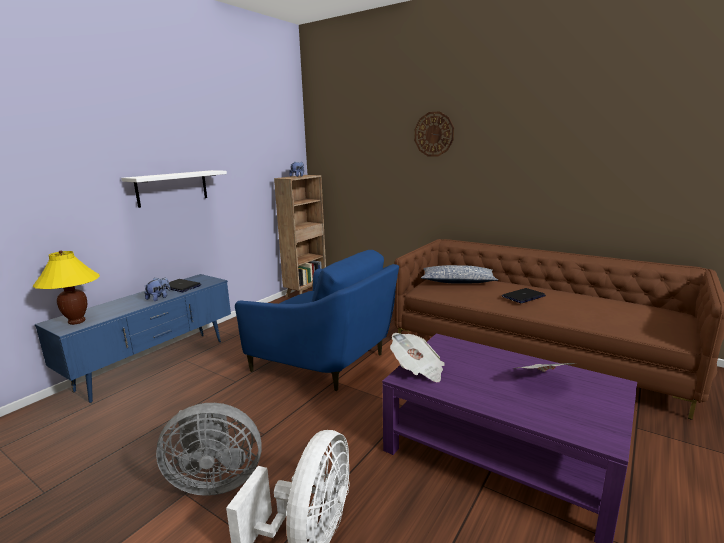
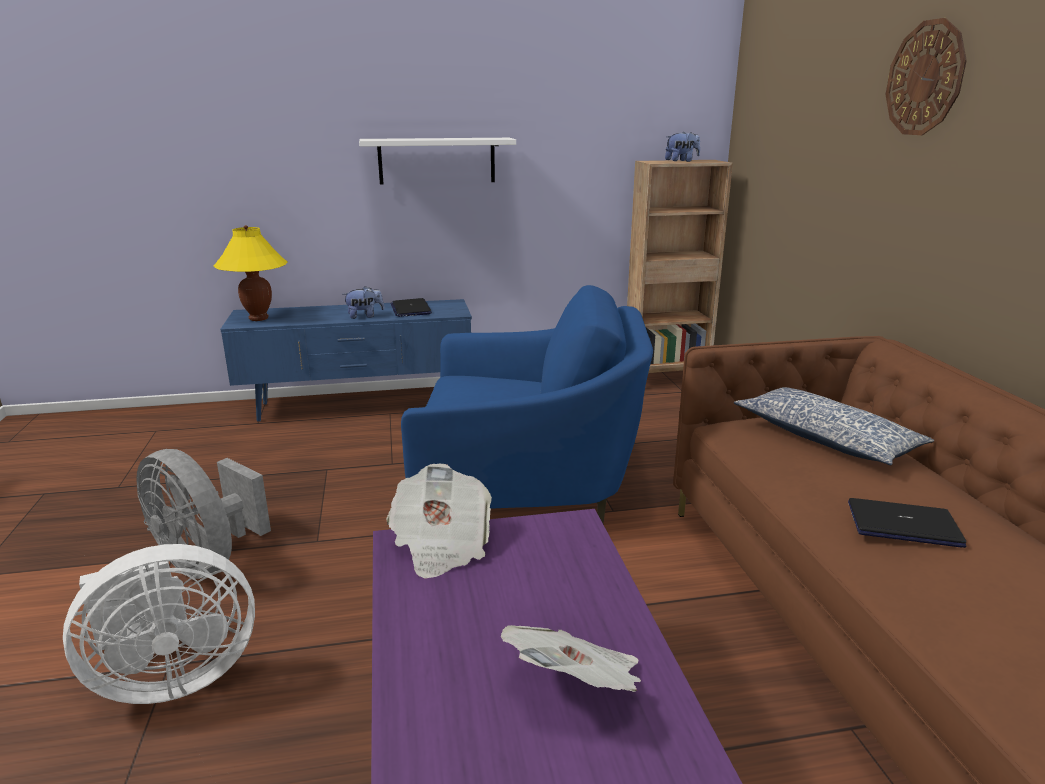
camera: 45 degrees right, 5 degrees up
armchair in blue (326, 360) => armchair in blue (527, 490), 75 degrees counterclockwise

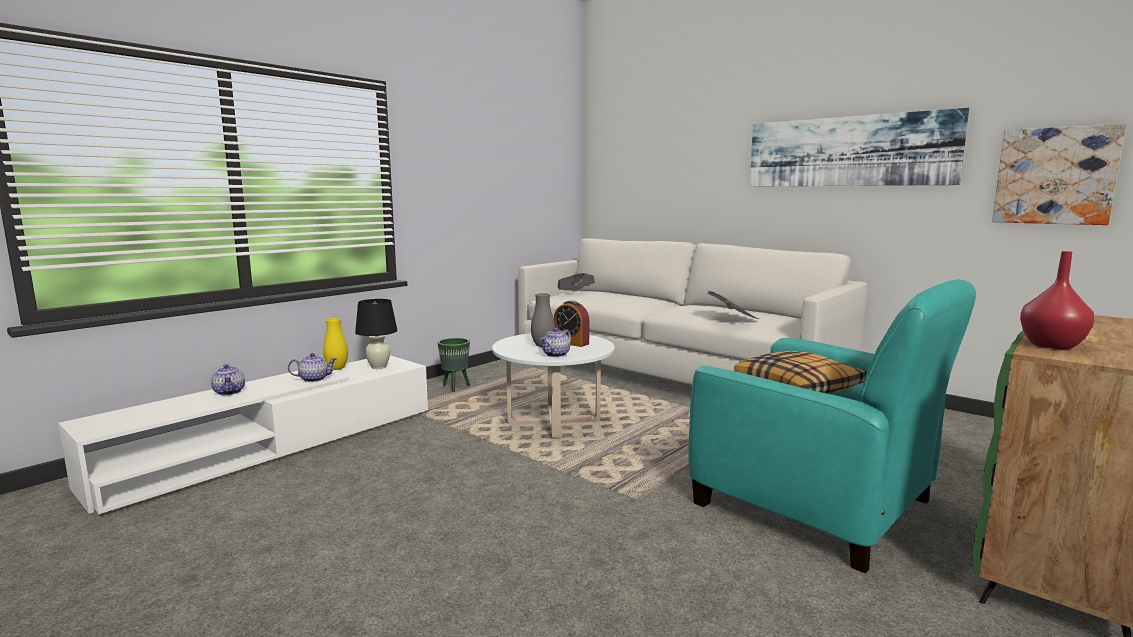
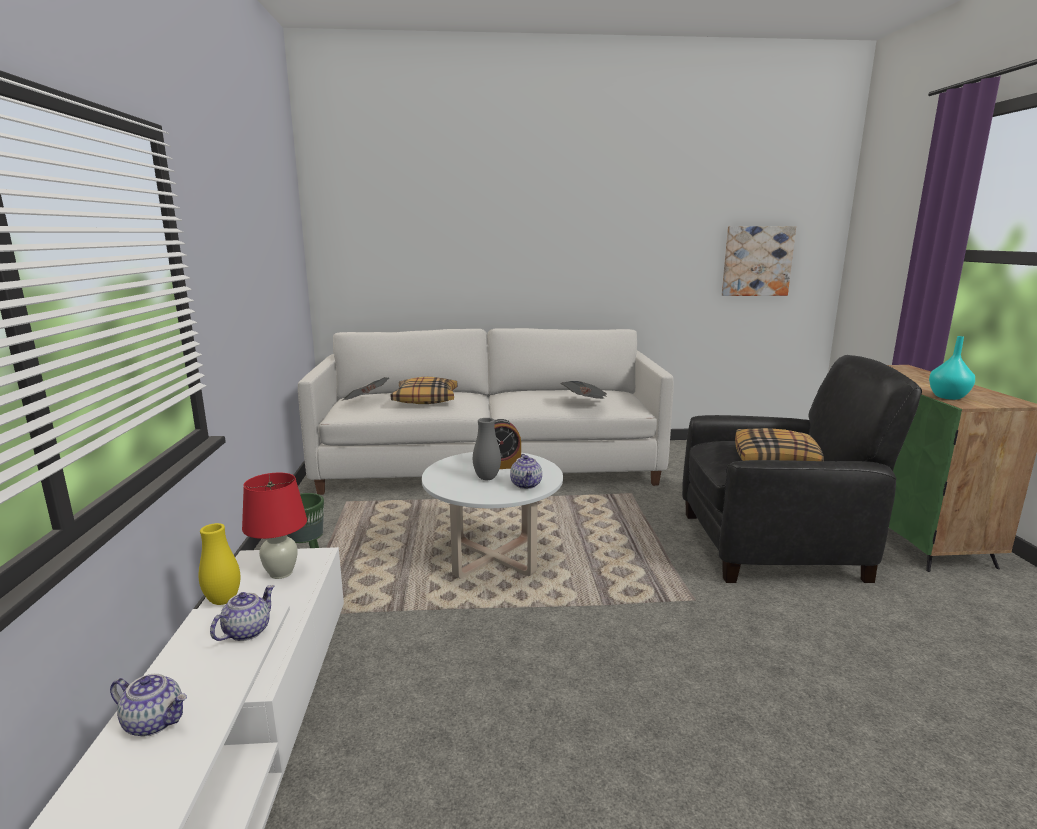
camera: 45 degrees left, 5 degrees up
table lamp in black (378, 367) => table lamp in red (281, 573)
armchair in turquoise (815, 504) => armchair in black (773, 545)
picture (847, 151) => nothing
vase in red (1053, 345) => vase in turquoise (948, 397)
nothing => pillow (426, 399)

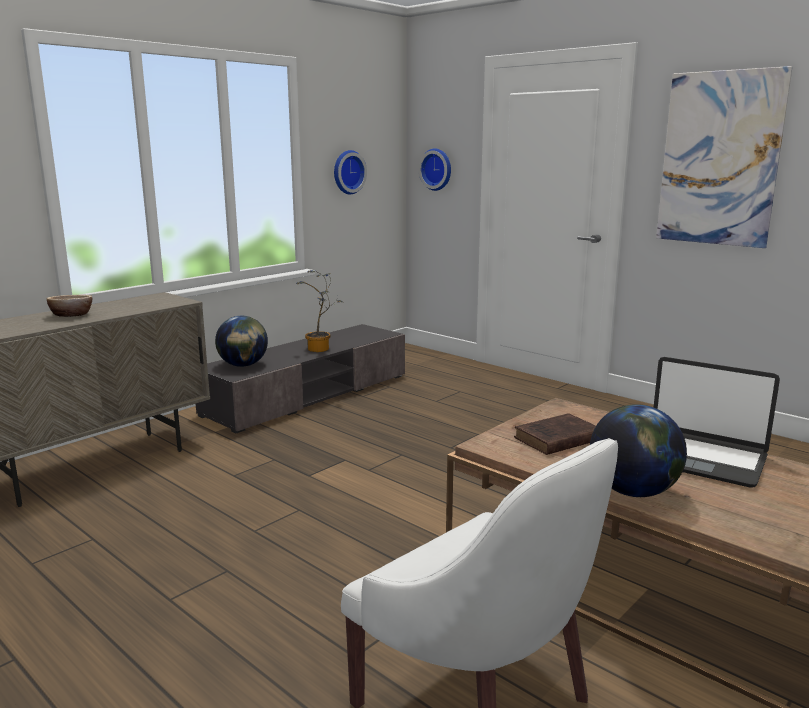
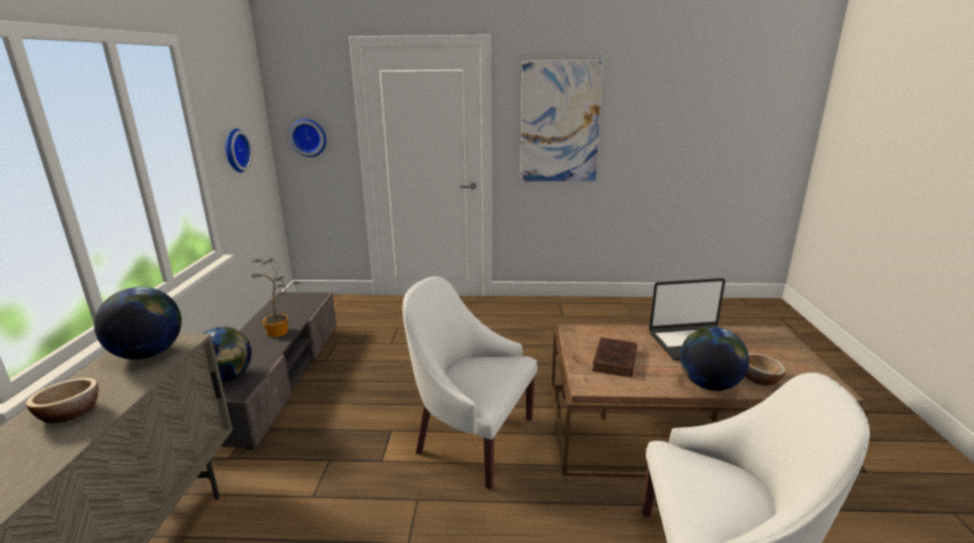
camera: 40 degrees left, 5 degrees up
nothing => globe (148, 354)
nothing => armchair in white (471, 438)
nothing => bowl (759, 379)

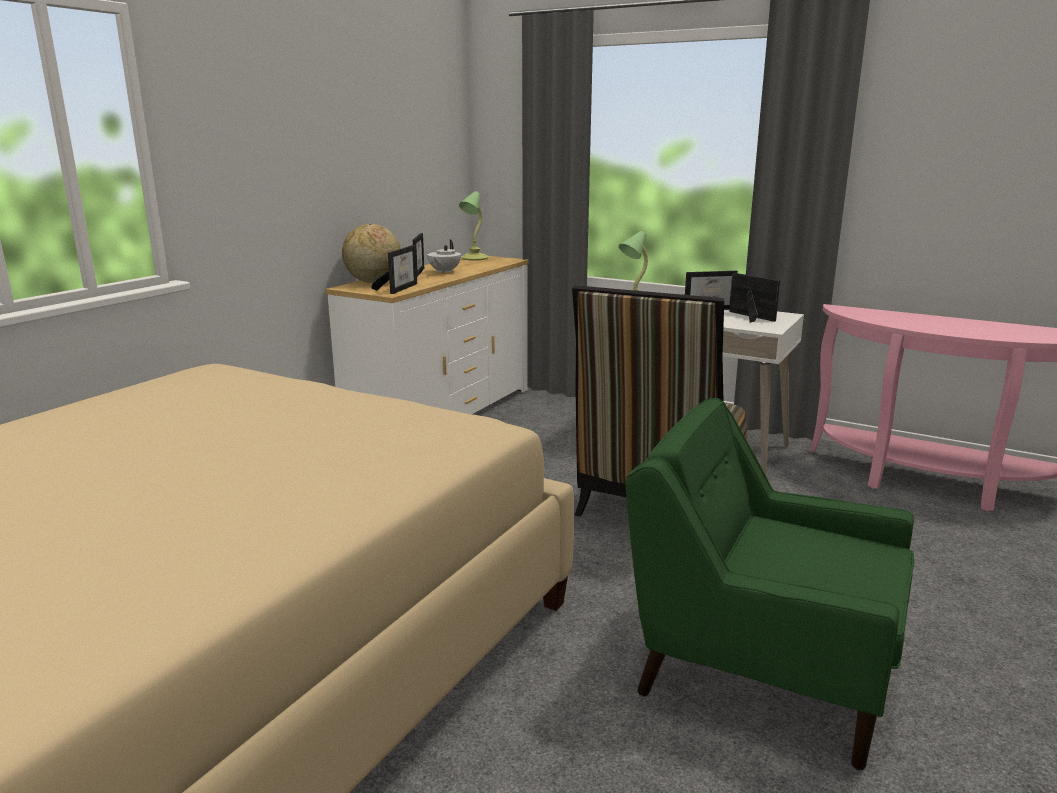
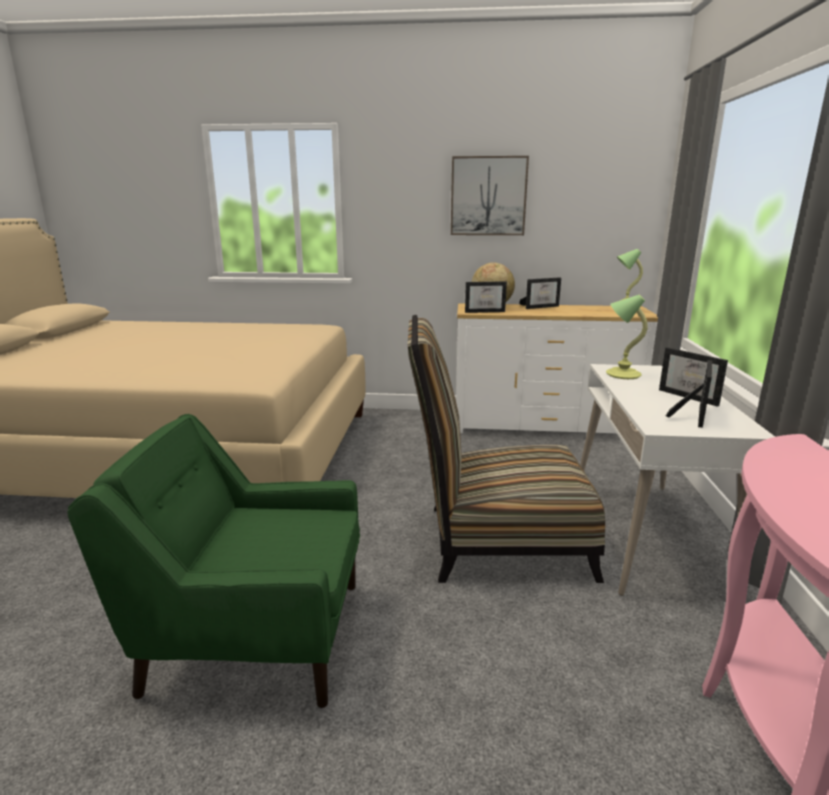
camera: 65 degrees right, 0 degrees up
teapot in white (444, 272) => nothing
armchair in green (760, 667) => armchair in green (253, 635), 90 degrees counterclockwise
nothing => picture (488, 196)

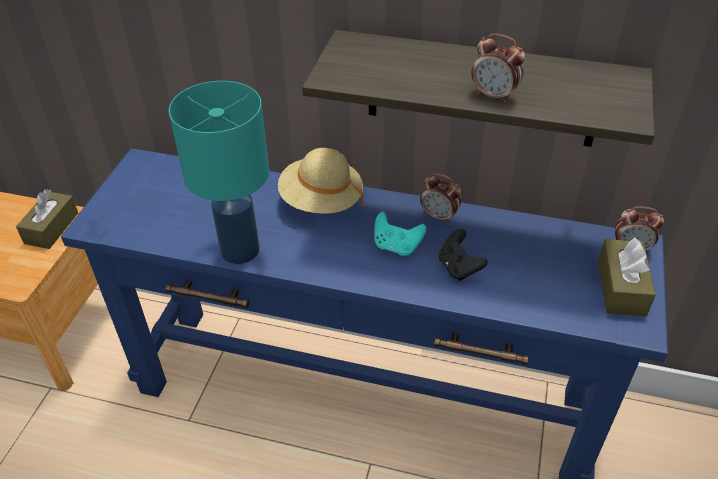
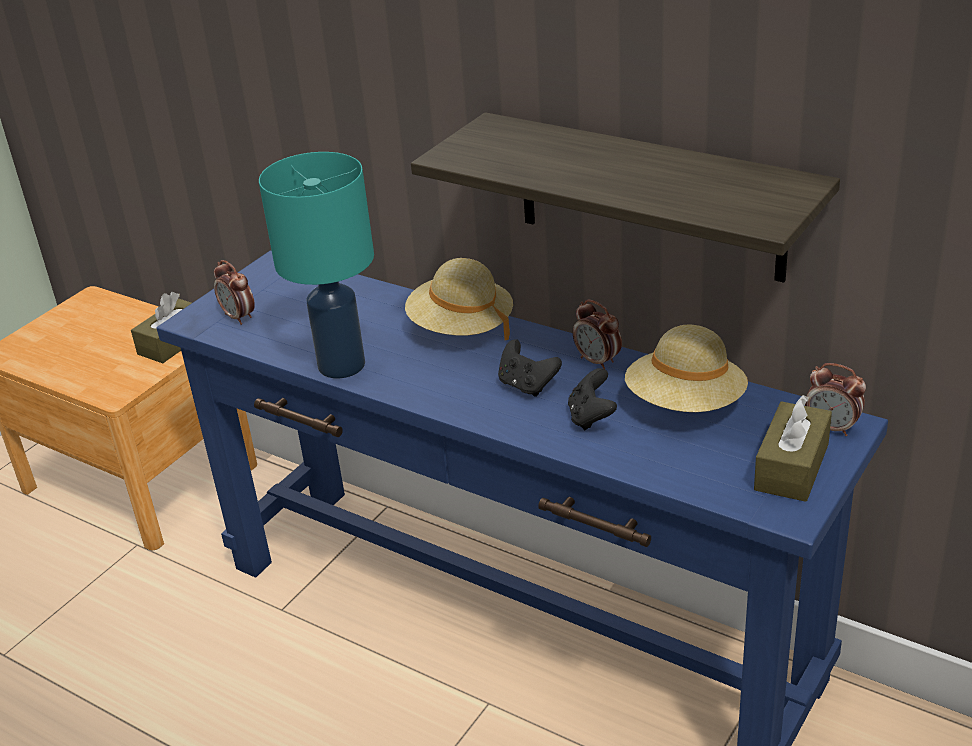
camera: 20 degrees right, 10 degrees down
game controller in turquoise (397, 246) => game controller in black (527, 385)
alarm clock (494, 95) => alarm clock (239, 317), shifted
nothing => hat in beige (685, 404)

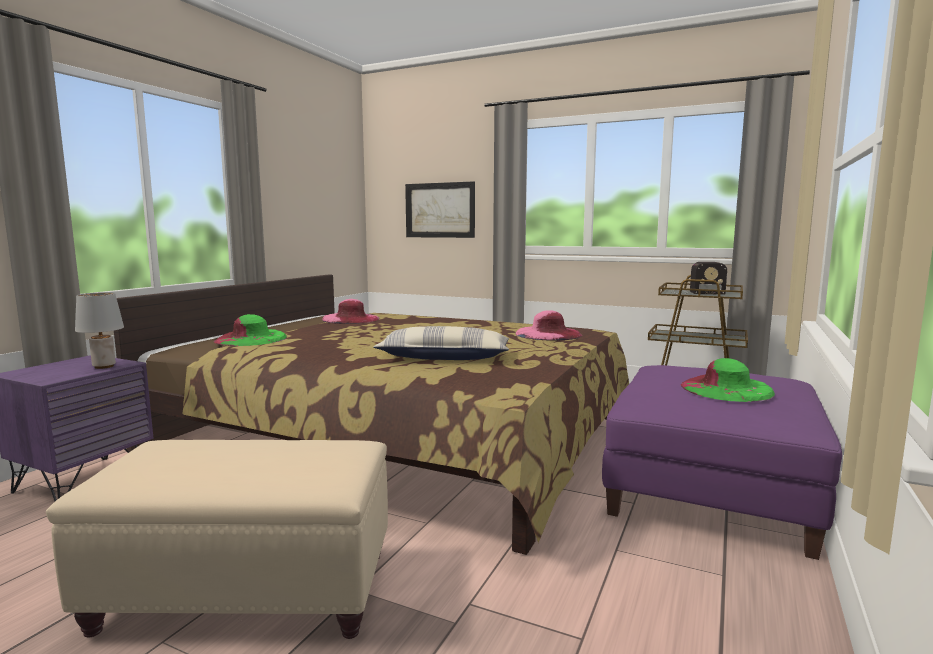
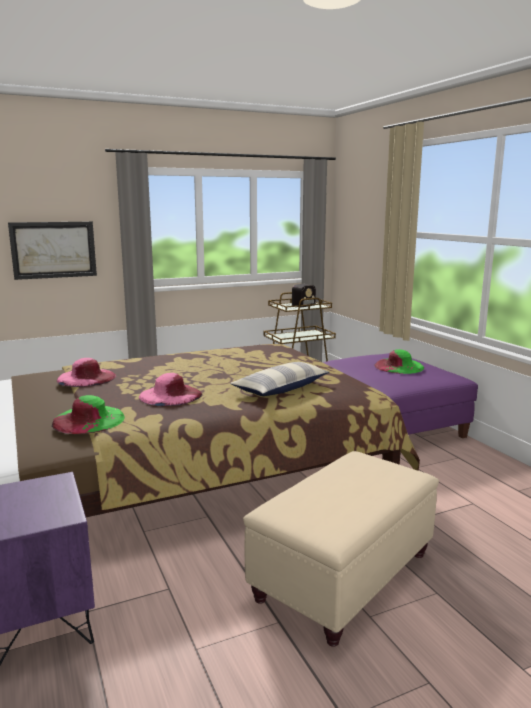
camera: 50 degrees left, 5 degrees up
table lamp in grey (105, 366) => nothing
hat in pink (548, 334) => hat in pink (170, 395), shifted

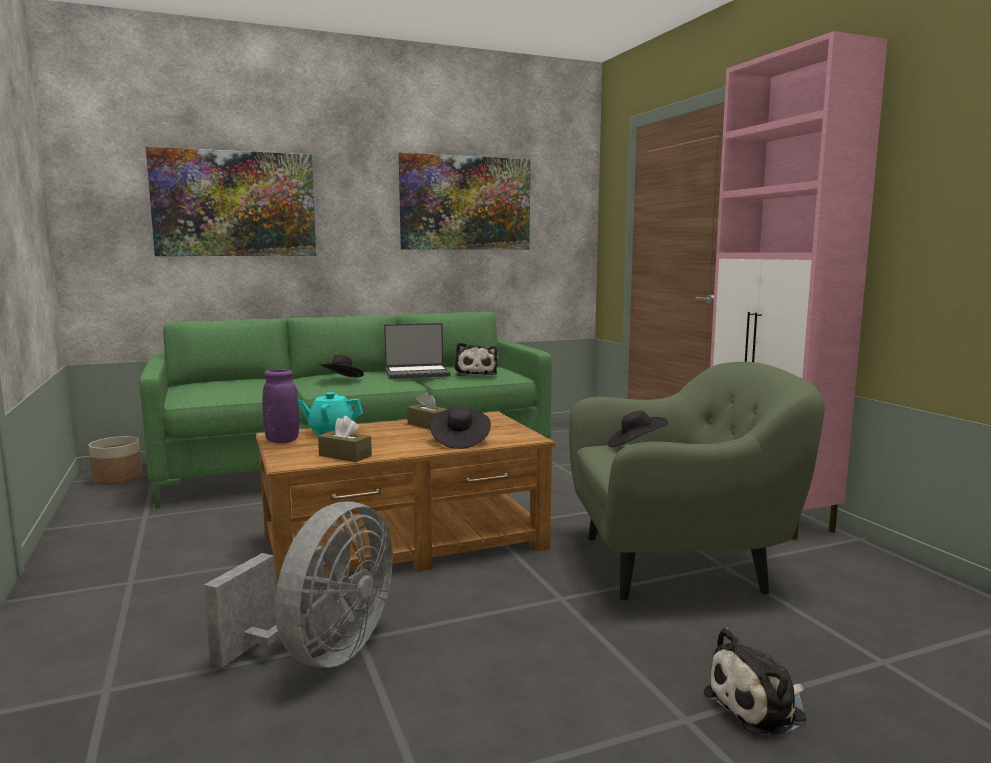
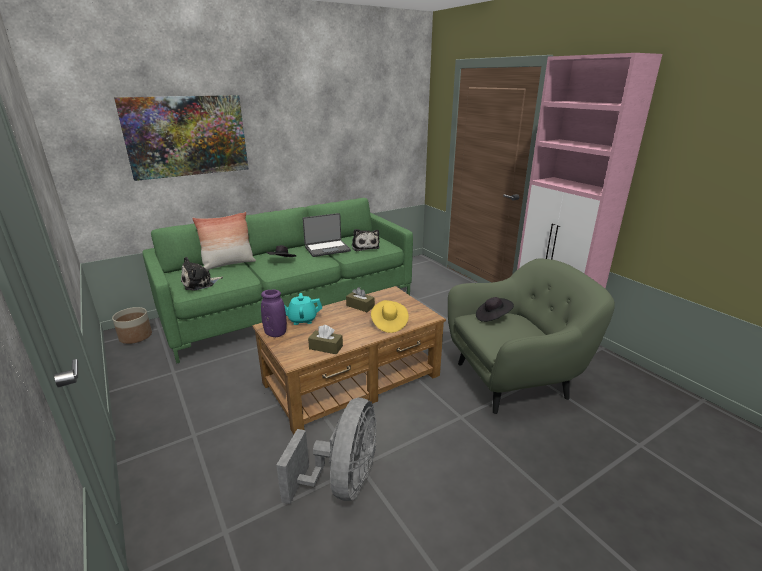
camera: 10 degrees left, 15 degrees up
picture (465, 203) => nothing
hat in black (459, 441) => hat in yellow (389, 324)
plush toy (760, 706) => plush toy (200, 283), shifted
nothing => pillow (228, 264)

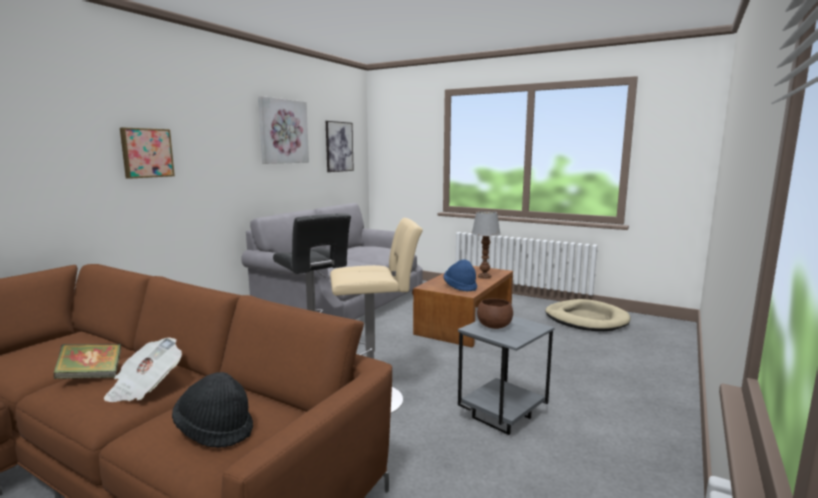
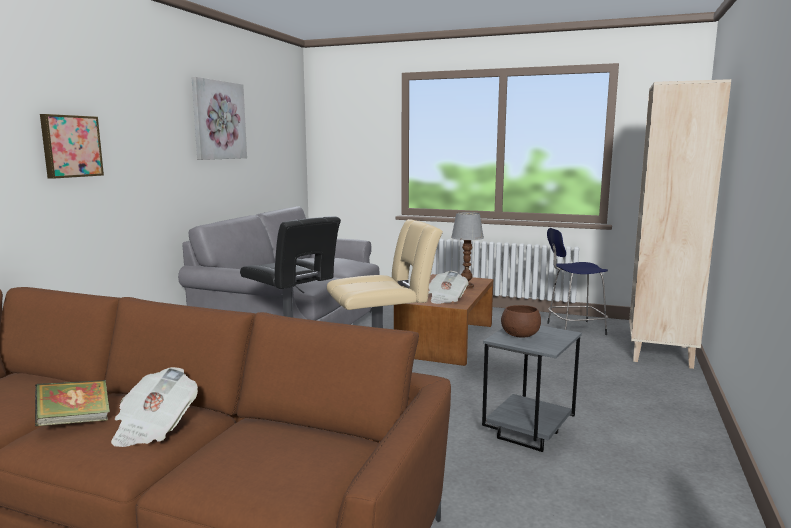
camera: 10 degrees left, 0 degrees up
hat in black (215, 430) => nothing
picture (339, 146) => nothing
hat in blue (460, 287) => newspaper (446, 299)
dog bed in beige (586, 319) => stool in blue (573, 329)
nothing => bookcase in beige (661, 354)

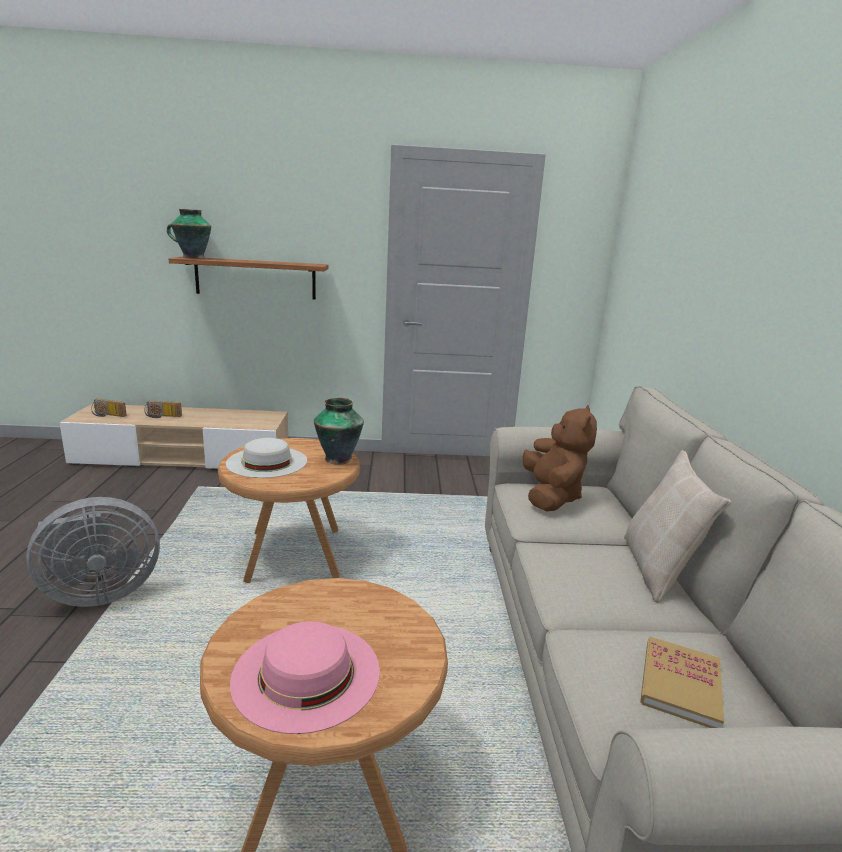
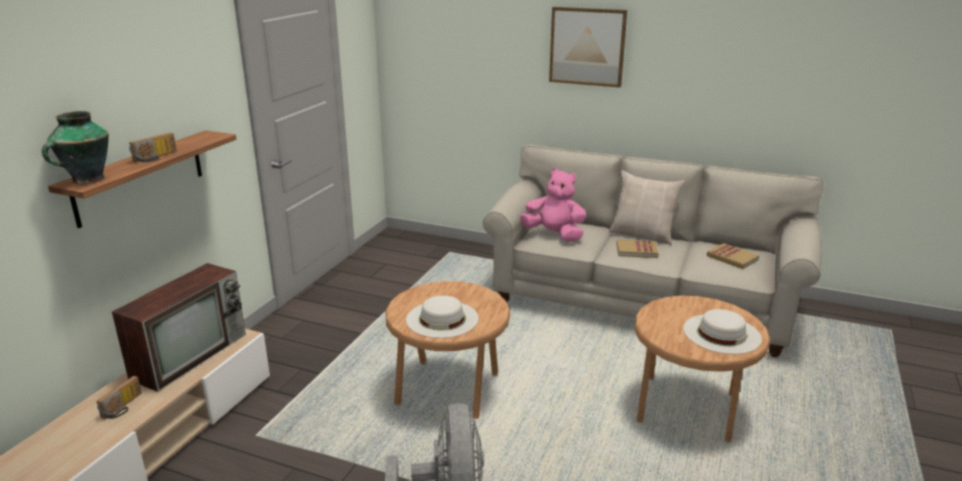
camera: 65 degrees left, 5 degrees up
radio (107, 415) => radio (156, 158), shifted
hat in pink (306, 673) => hat in white (721, 333)
vase (338, 458) => nothing
plush toy in brown (551, 496) => plush toy in pink (554, 235)
nothing => television (191, 354)
nothing => picture (587, 46)
nothing => book (636, 250)

